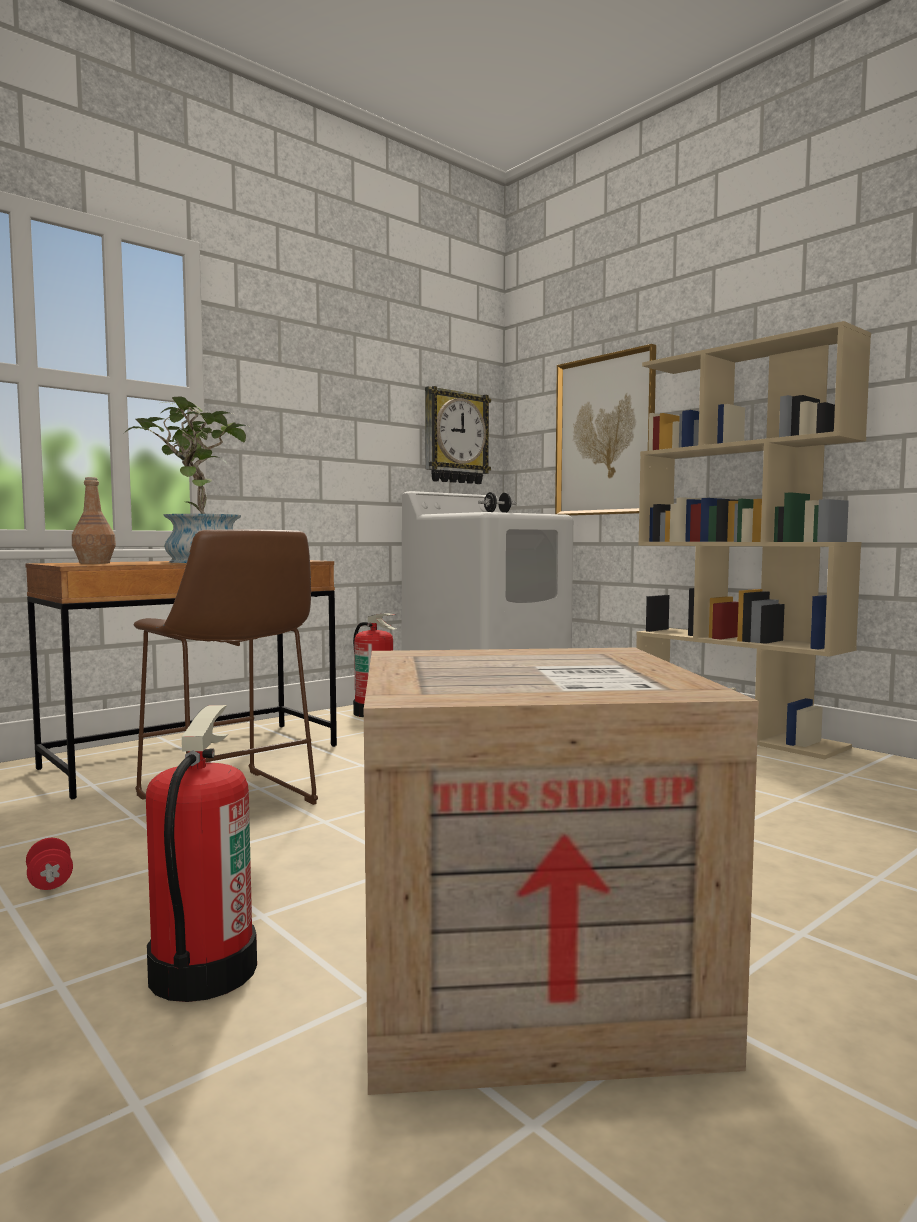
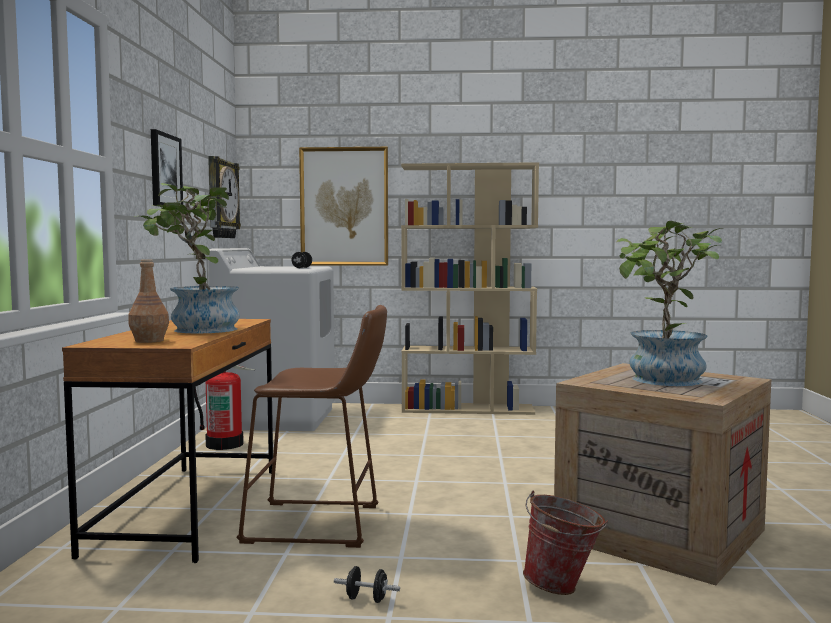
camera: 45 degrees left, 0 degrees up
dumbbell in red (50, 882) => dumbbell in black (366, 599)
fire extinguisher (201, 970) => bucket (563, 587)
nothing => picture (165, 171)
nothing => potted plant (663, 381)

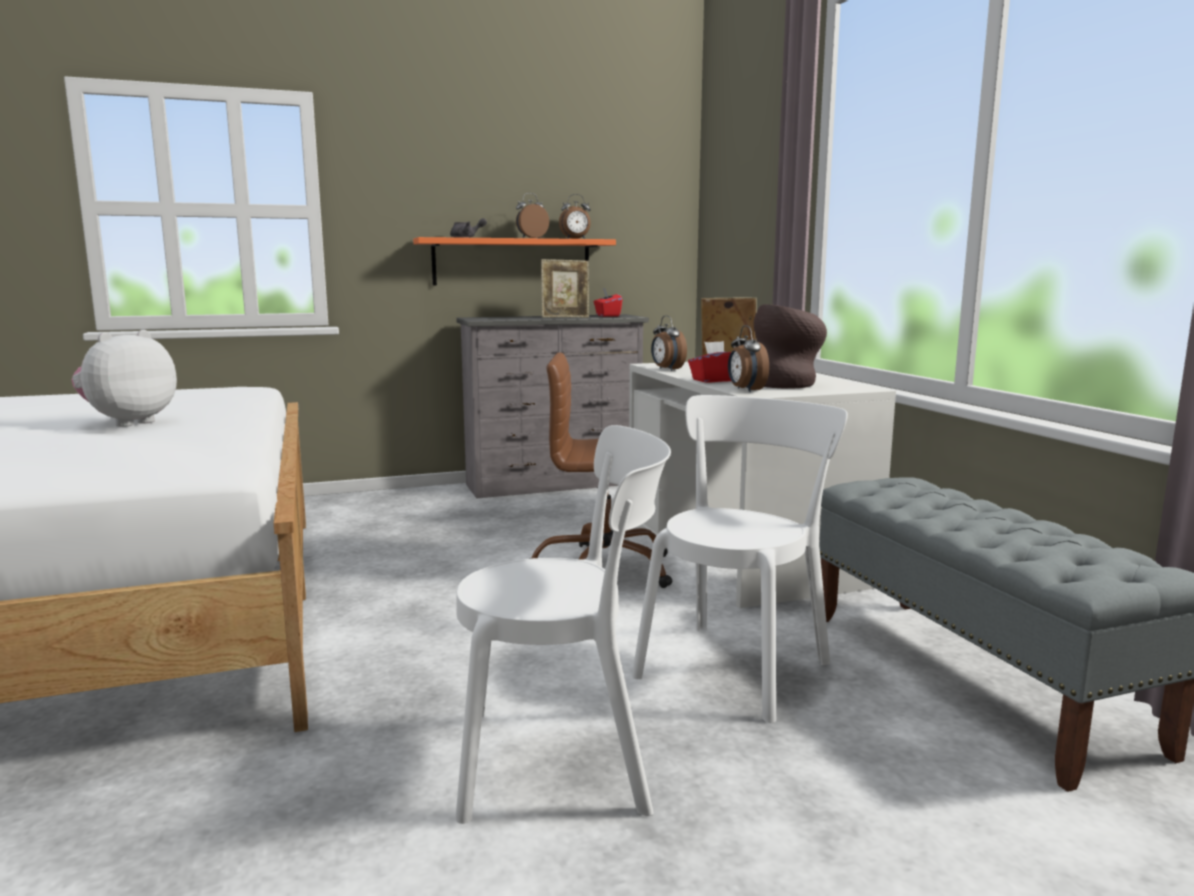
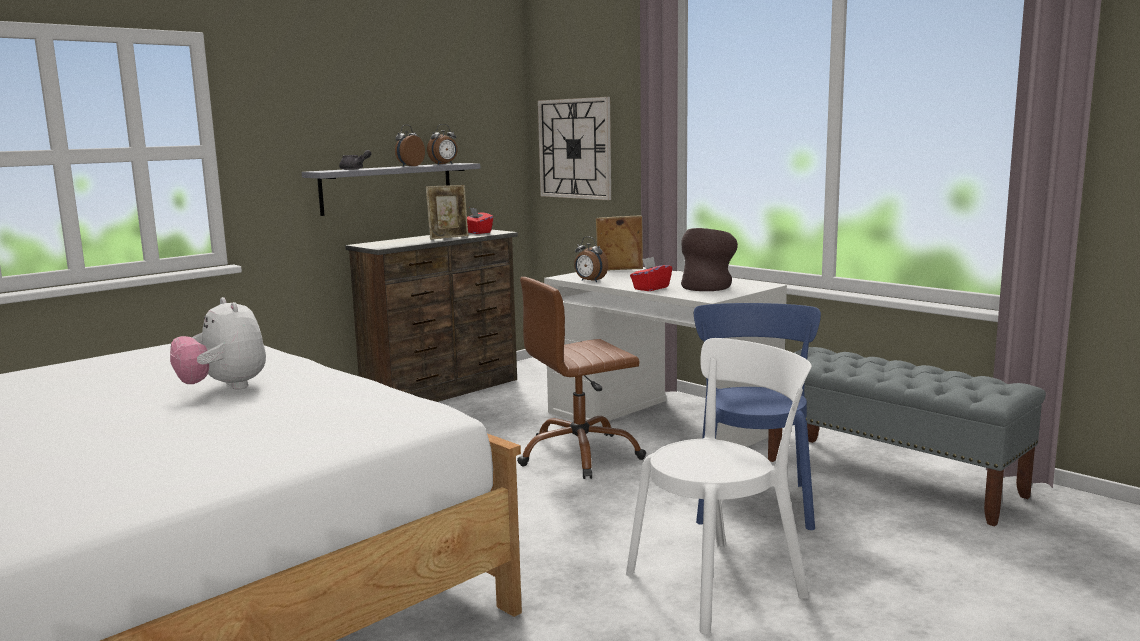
camera: 25 degrees left, 0 degrees up
plush toy (128, 422) => plush toy (224, 388), 45 degrees counterclockwise
shelf in orange (512, 262) => shelf in grey (387, 188)
dresser in grey (555, 484) => dresser in brown (444, 391)
chair in white (736, 665) => chair in blue (753, 501)
alarm clock (745, 390) => nothing
nothing => wall clock (575, 148)

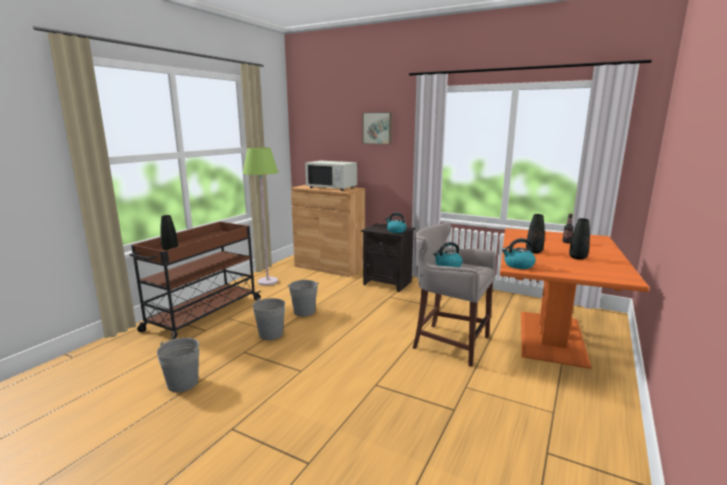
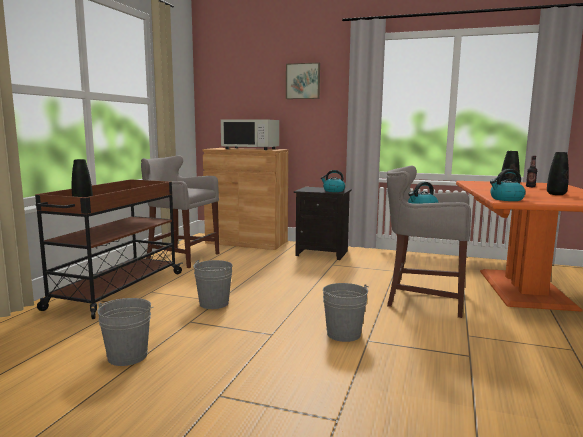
camera: 10 degrees left, 5 degrees down
floor lamp in green (267, 281) => stool in grey (180, 257)
bucket in grey (304, 311) => bucket in grey (343, 334), shifted

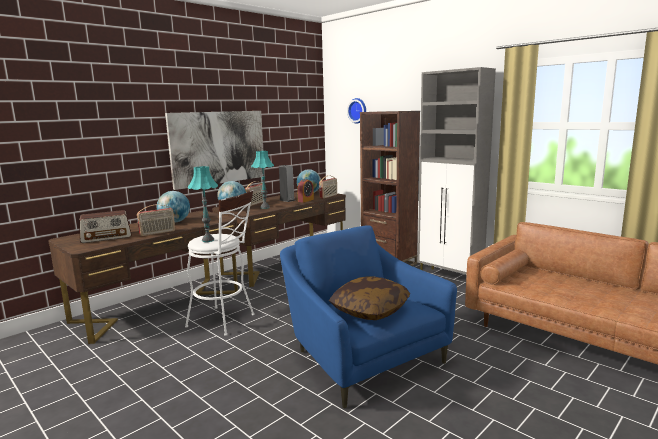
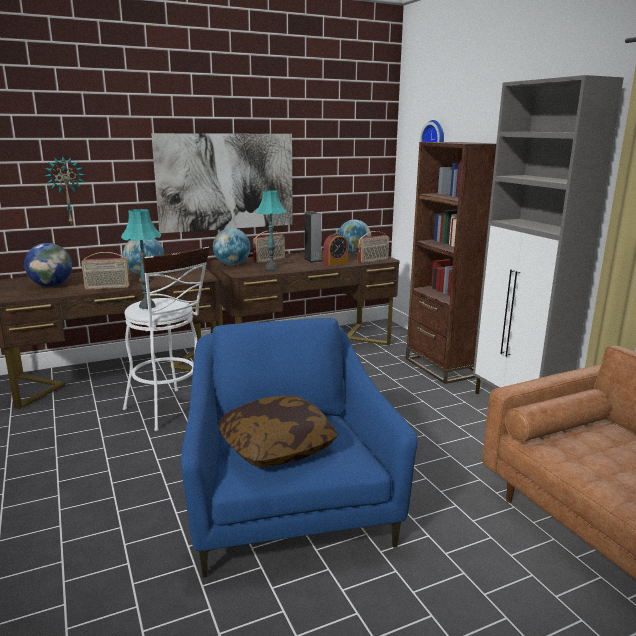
camera: 20 degrees right, 5 degrees up
radio (106, 237) => globe (51, 285)
nothing => wall clock (66, 190)

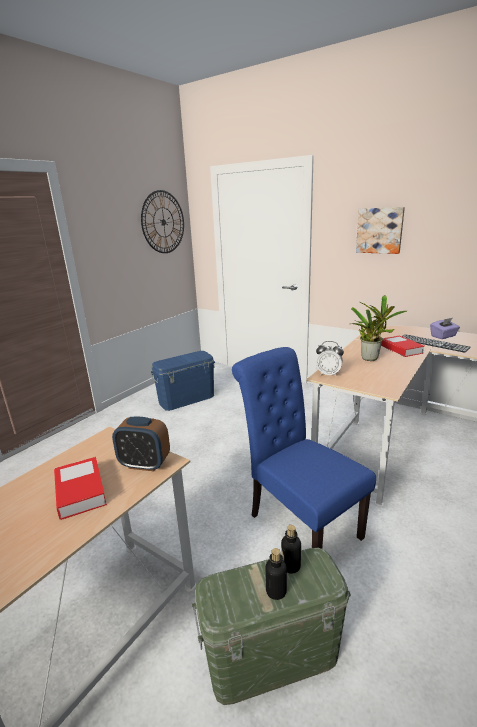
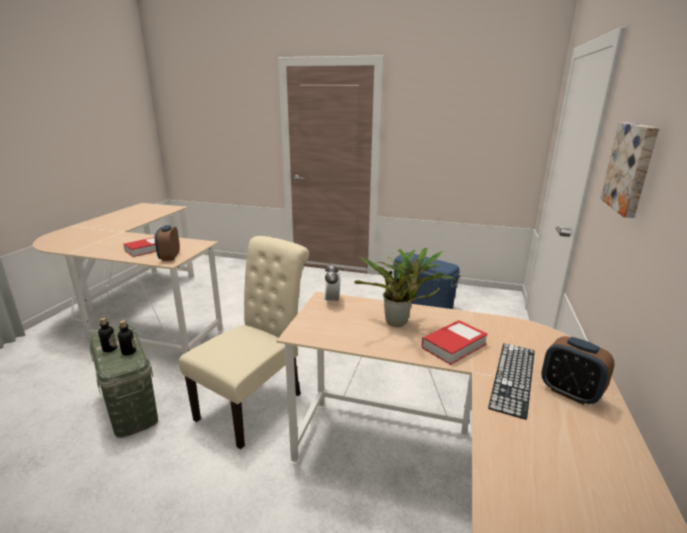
camera: 70 degrees right, 0 degrees up
wall clock (163, 222) => nothing
chair in blue (299, 522) => chair in beige (255, 403)
tissue box in purple (443, 336) => alarm clock (570, 392)

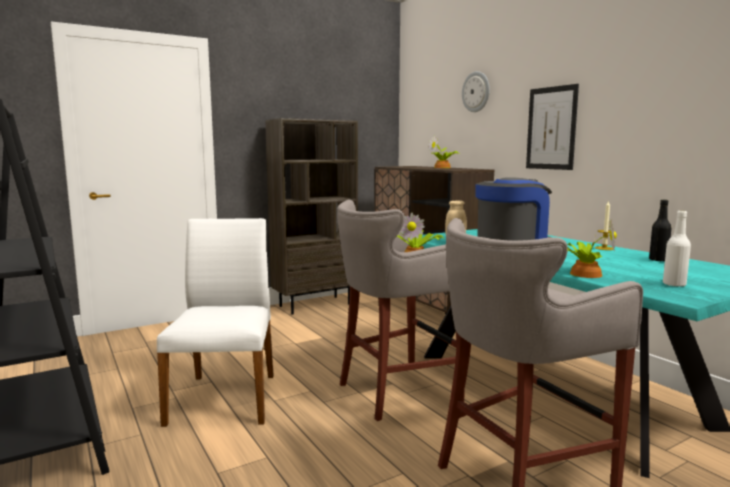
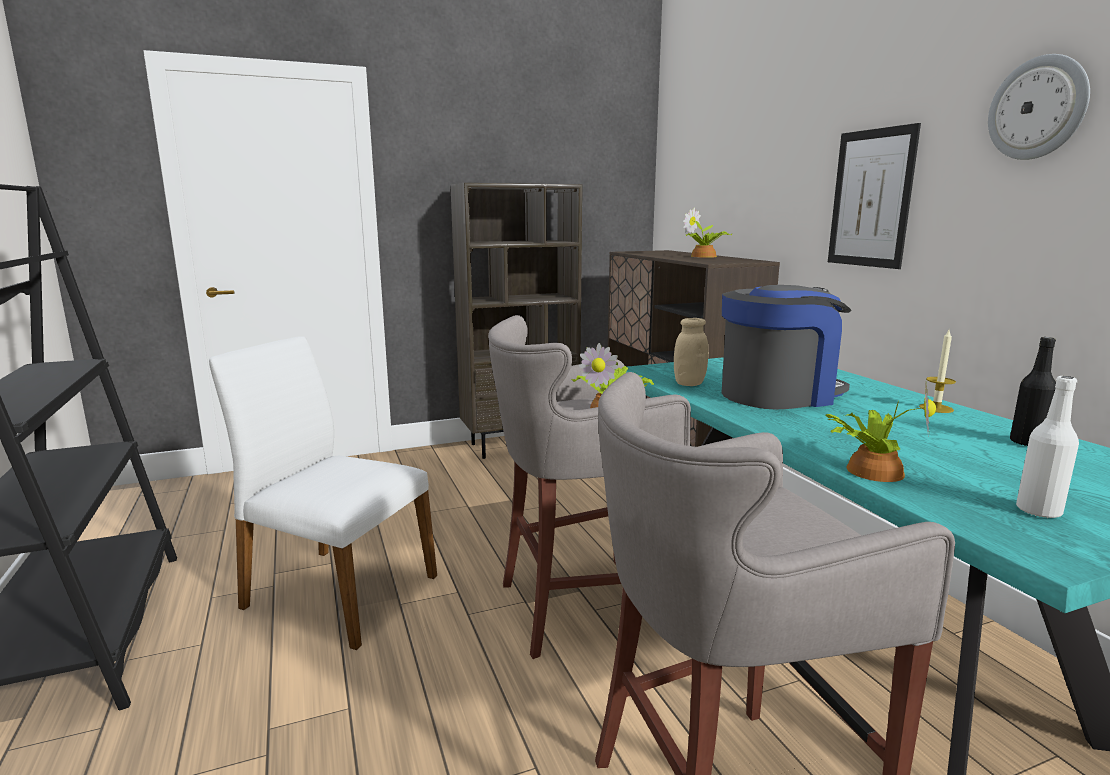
camera: 10 degrees right, 5 degrees up
chair in white (225, 397) => chair in white (337, 592), 75 degrees counterclockwise
wall clock (476, 92) => wall clock (1038, 108), shifted

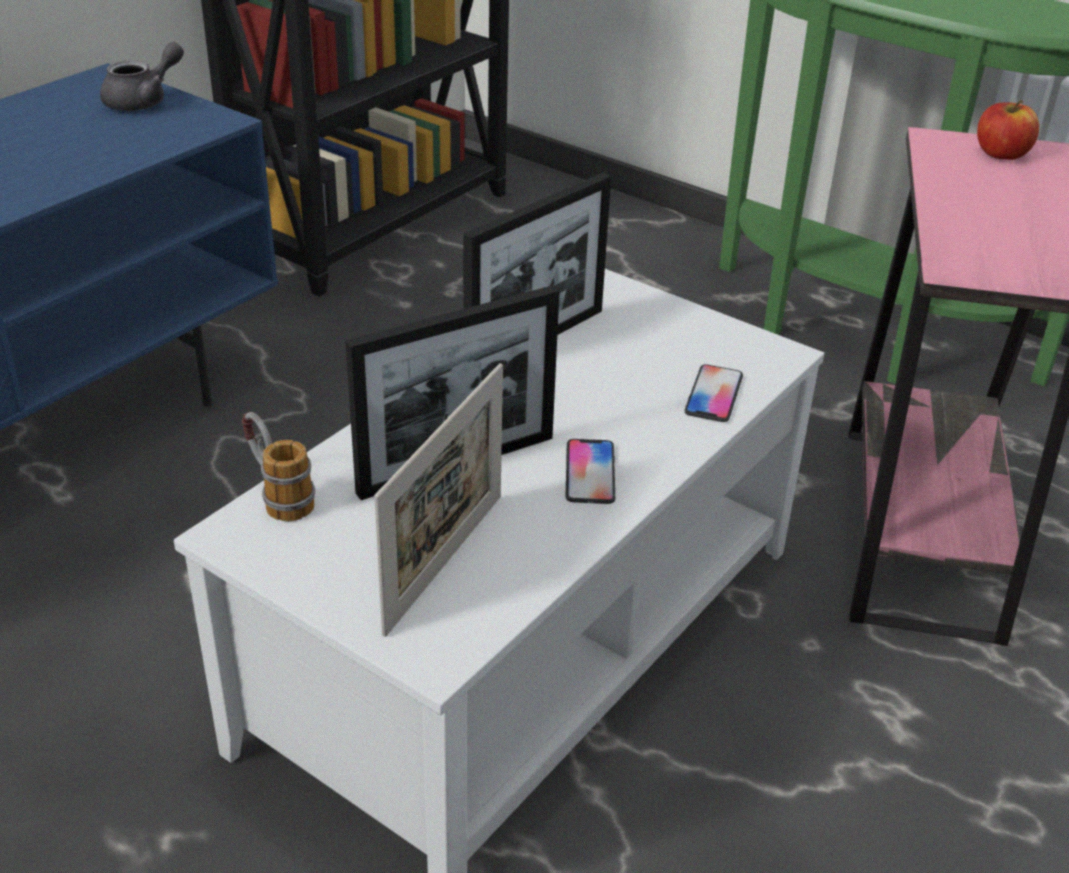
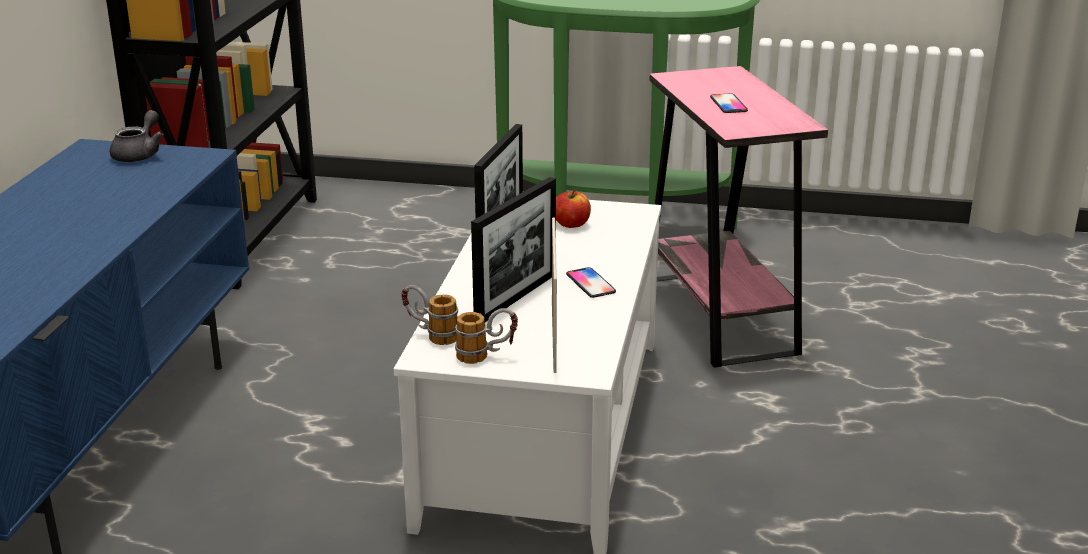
camera: 25 degrees left, 10 degrees down
phone (713, 395) => phone (728, 104), shifted
apple (1001, 154) => apple (571, 224), shifted
nothing => mug (486, 356)

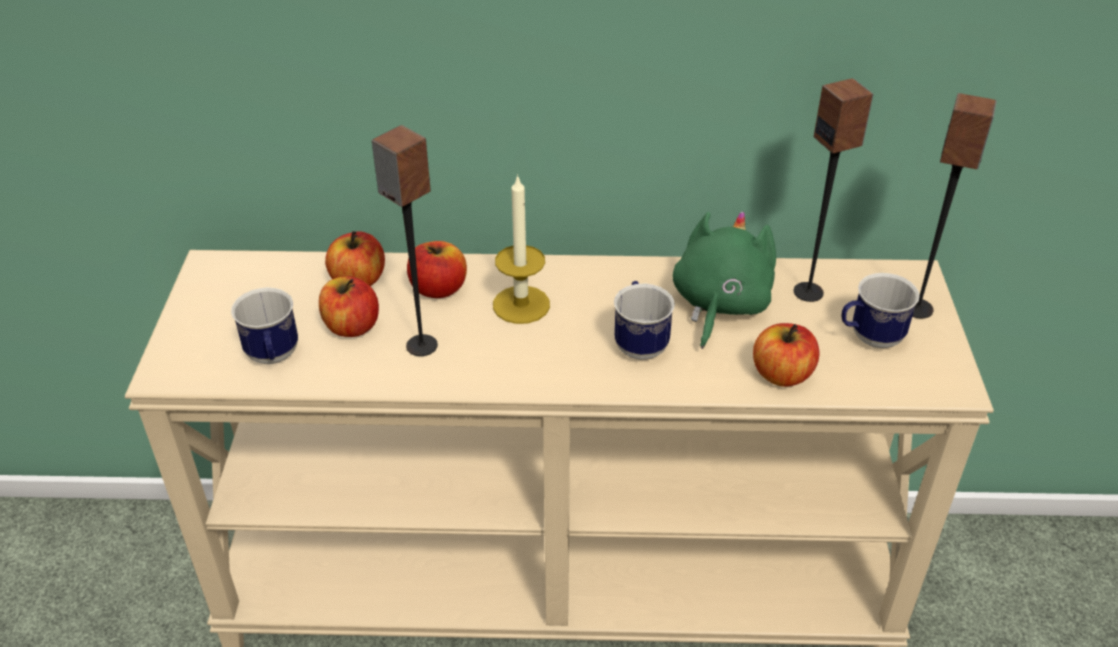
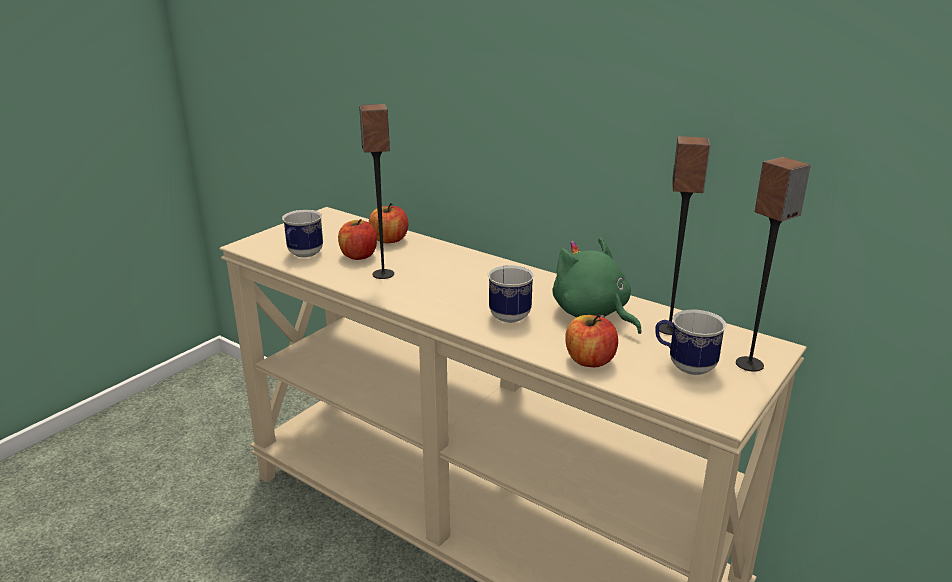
camera: 35 degrees right, 15 degrees down
apple (438, 288) => nothing
candle (521, 304) => nothing
plush toy in green (719, 305) => plush toy in green (593, 314), 90 degrees counterclockwise

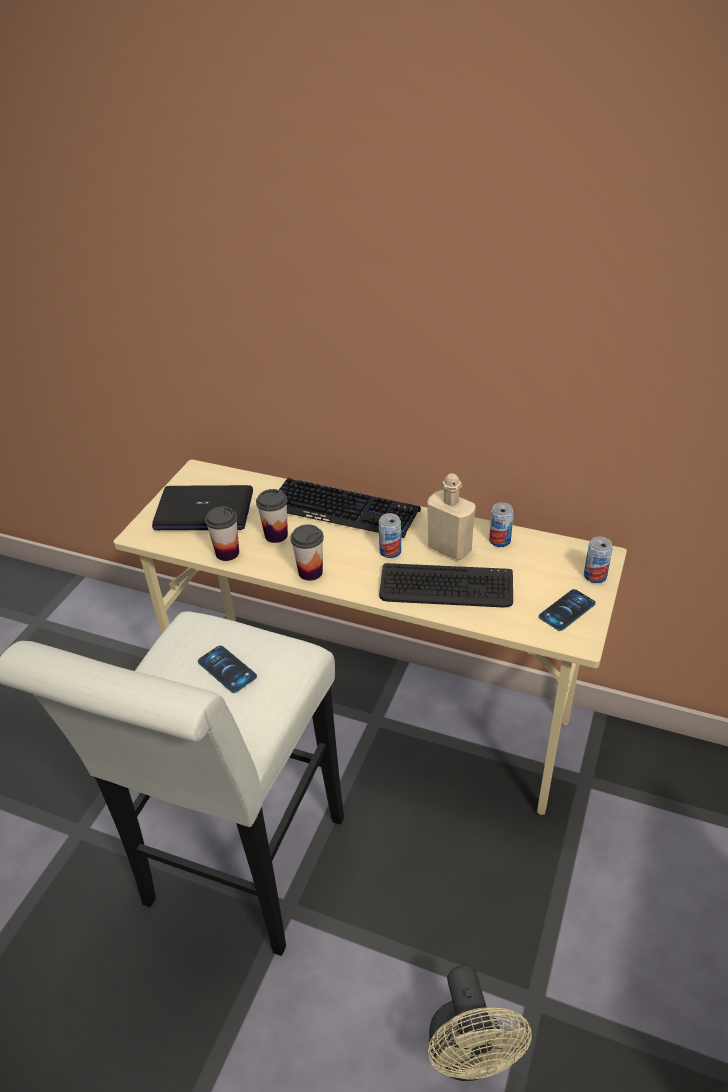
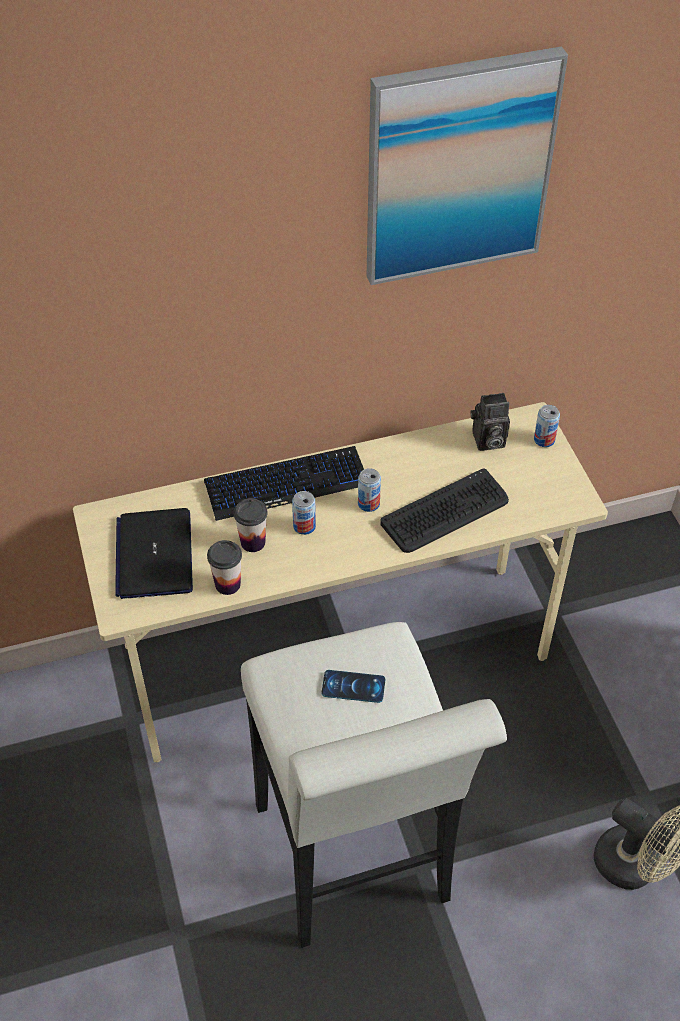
camera: 40 degrees left, 10 degrees up
laptop (203, 510) => laptop (154, 554), 120 degrees clockwise
cup (310, 572) => nothing
bottle in beige (449, 548) => nothing
can (499, 540) => can (304, 526), shifted
phone (567, 610) => nothing
nothing => picture (458, 167)
nothing => photo camera (487, 441)

